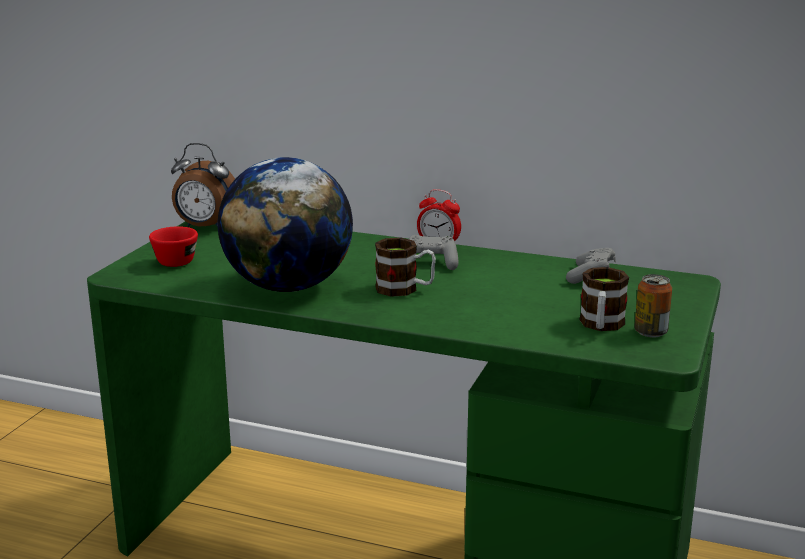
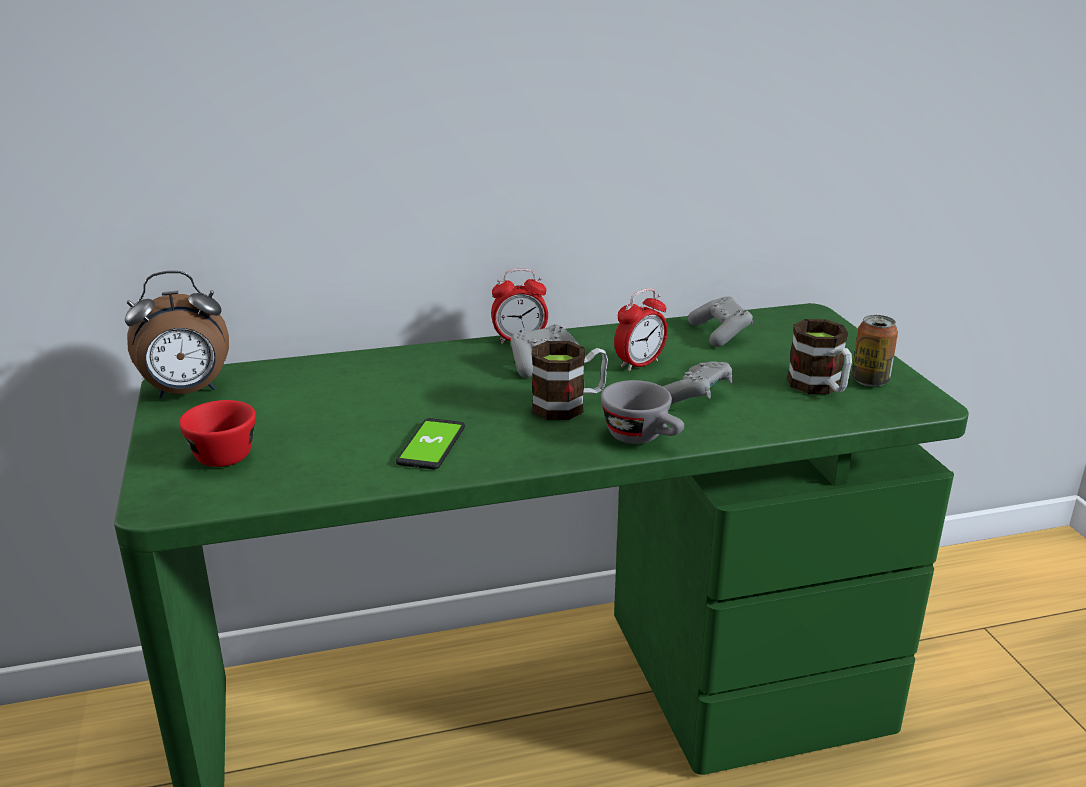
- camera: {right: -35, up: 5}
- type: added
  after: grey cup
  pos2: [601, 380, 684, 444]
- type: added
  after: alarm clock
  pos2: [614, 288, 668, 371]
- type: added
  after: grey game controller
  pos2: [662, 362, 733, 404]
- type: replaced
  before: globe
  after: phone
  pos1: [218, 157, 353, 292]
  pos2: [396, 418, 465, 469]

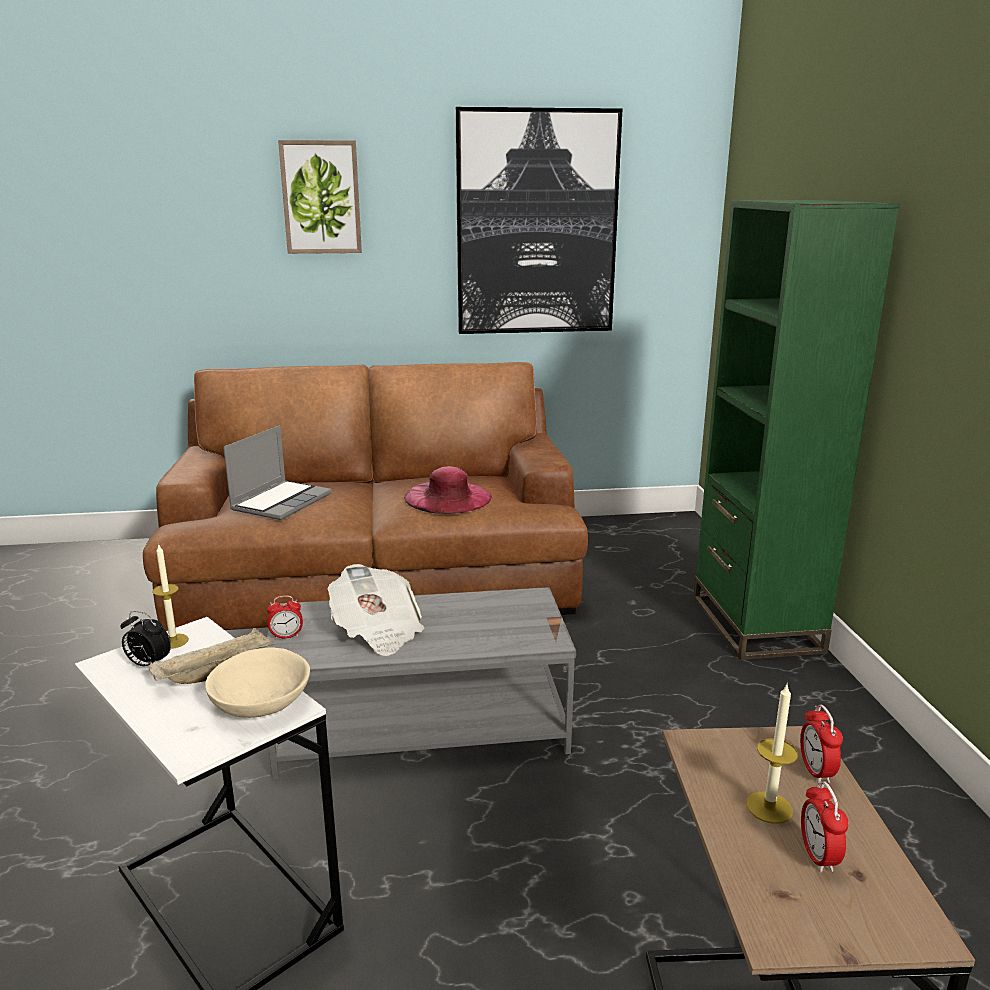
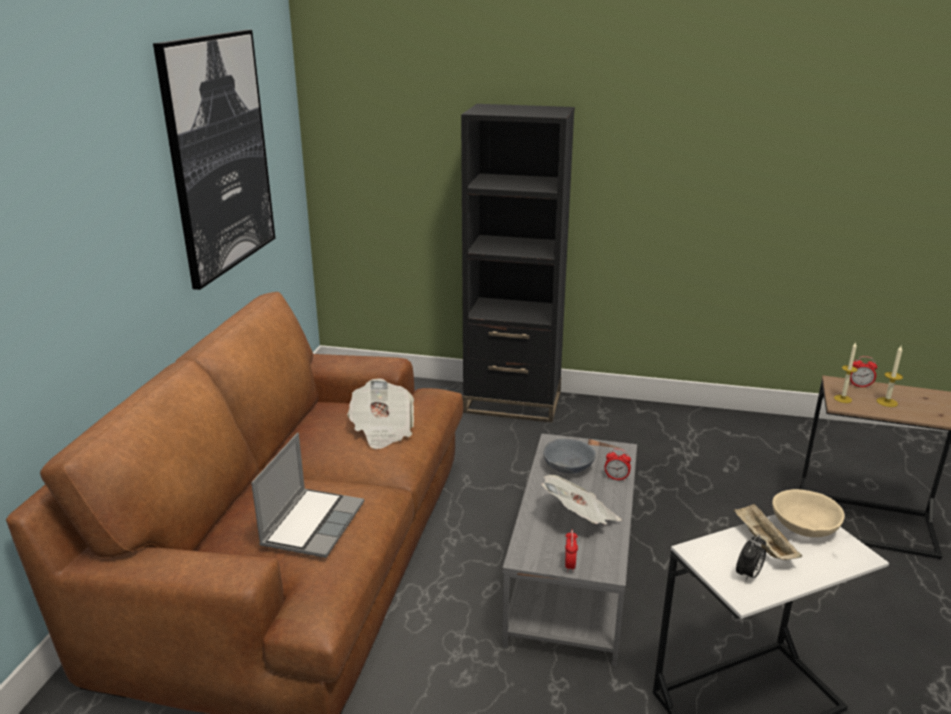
- camera: {right: -70, up: 5}
- type: removed
  before: picture
  pos1: [278, 140, 362, 254]
- type: added
  after: grey bowl
  pos2: [543, 439, 596, 474]
- type: moved
  before: candle
  pos1: [152, 543, 189, 649]
  pos2: [834, 342, 858, 403]
- type: moved
  before: alarm clock
  pos1: [801, 781, 849, 873]
  pos2: [604, 449, 631, 481]
- type: replaced
  before: pink hat
  after: newspaper
  pos1: [404, 466, 492, 514]
  pos2: [347, 379, 414, 449]
- type: recoloured
  before: green bookcase
  after: black bookcase
  pos1: [693, 200, 900, 660]
  pos2: [461, 104, 575, 423]
- type: turned
  before: laptop
  pos1: [223, 425, 332, 520]
  pos2: [251, 433, 364, 558]
  turn: 60

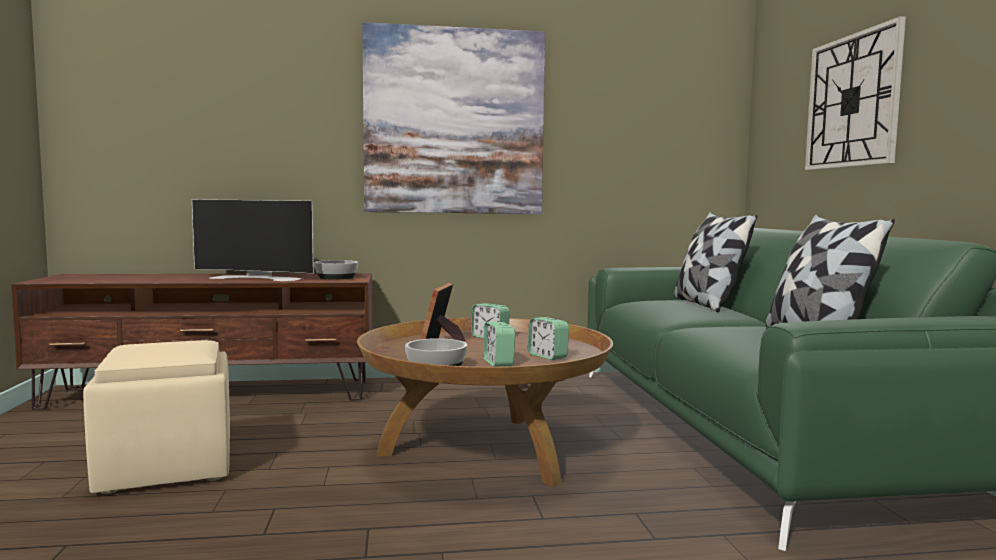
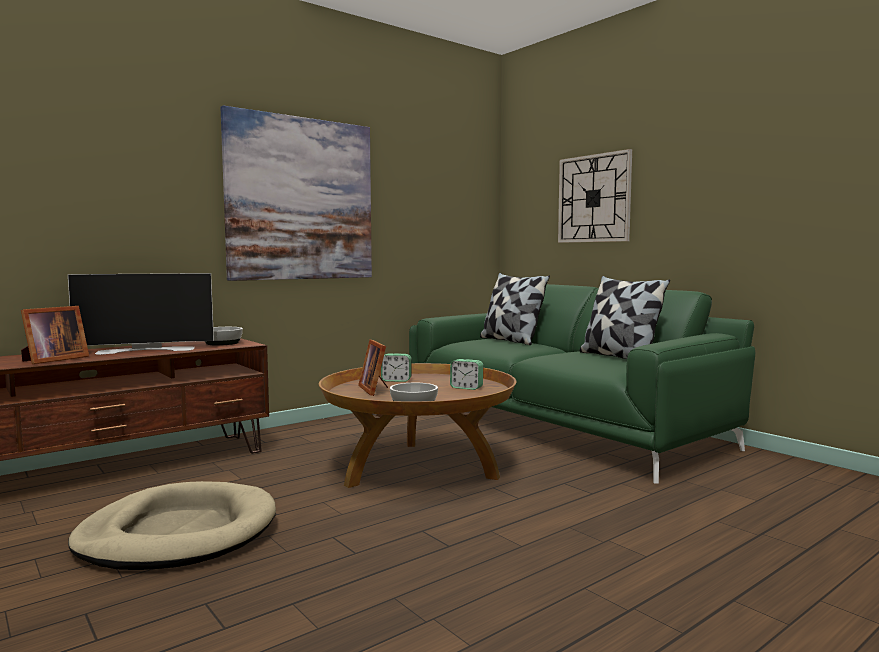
- camera: {right: -30, up: 0}
- type: removed
  before: alarm clock
  pos1: [483, 322, 515, 367]
- type: added
  after: picture frame
  pos2: [21, 306, 89, 364]
- type: replaced
  before: beige ottoman
  after: beige dog bed
  pos1: [83, 340, 230, 494]
  pos2: [68, 481, 276, 570]

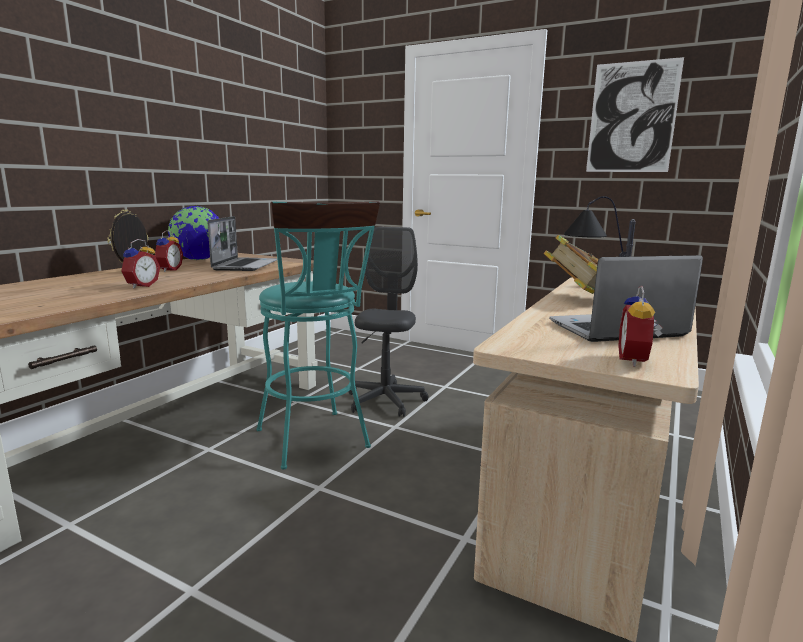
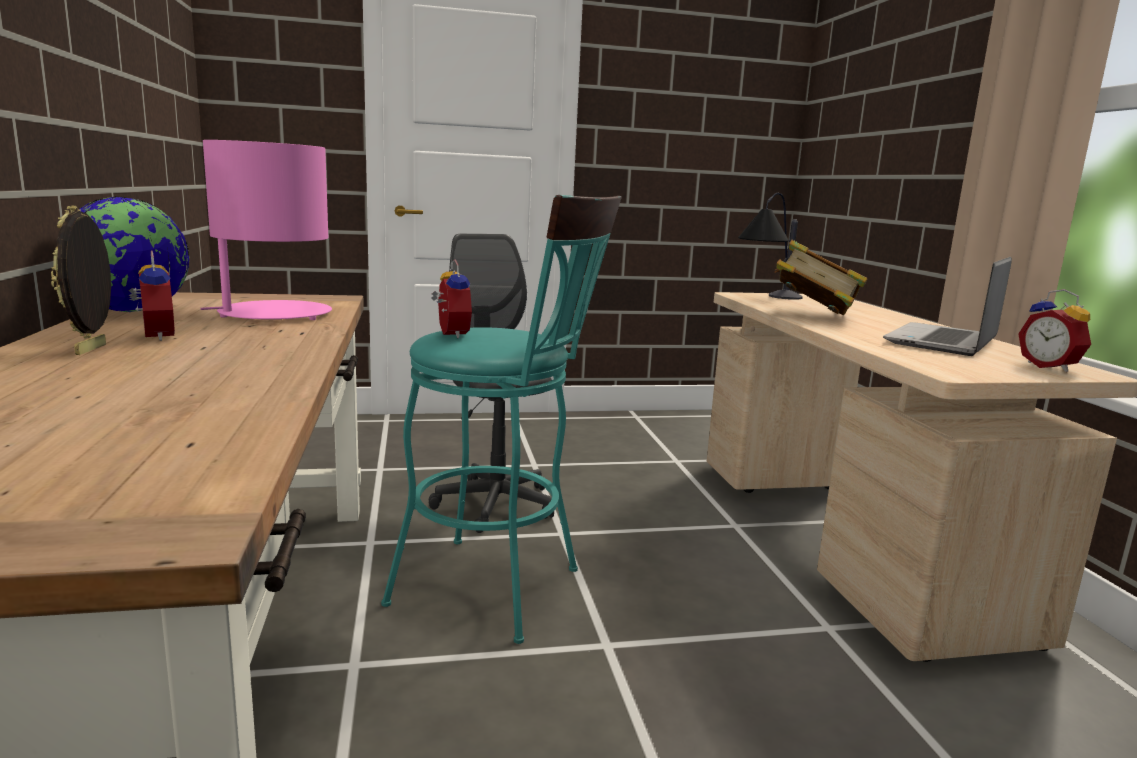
- camera: {right: -40, up: 0}
- type: removed
  before: picture
  pos1: [586, 57, 684, 172]
- type: moved
  before: alarm clock
  pos1: [121, 239, 160, 289]
  pos2: [431, 259, 472, 338]
- type: replaced
  before: laptop
  after: pink table lamp
  pos1: [208, 216, 277, 271]
  pos2: [200, 140, 332, 320]

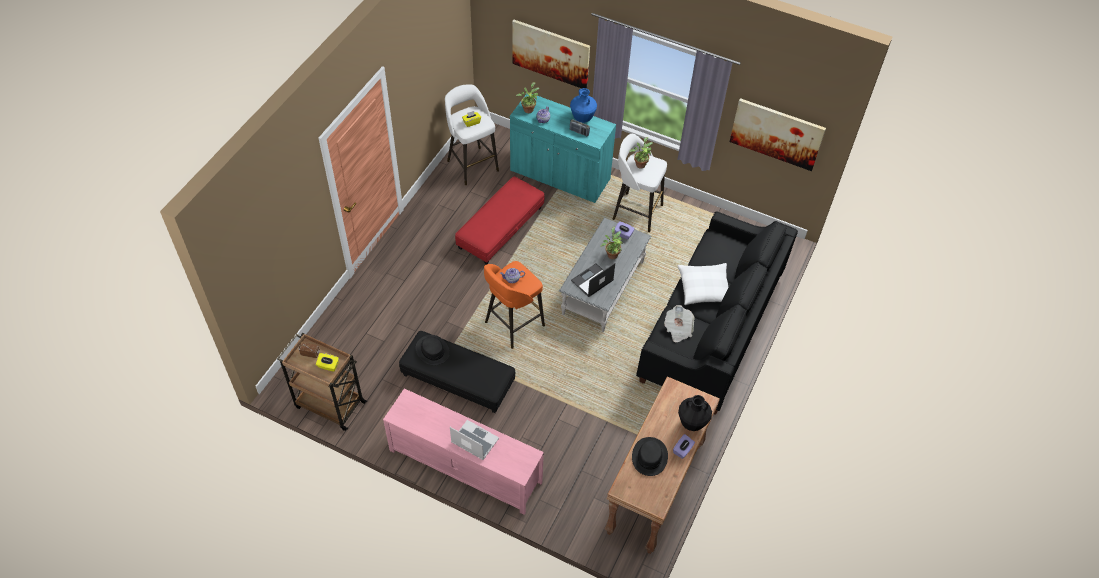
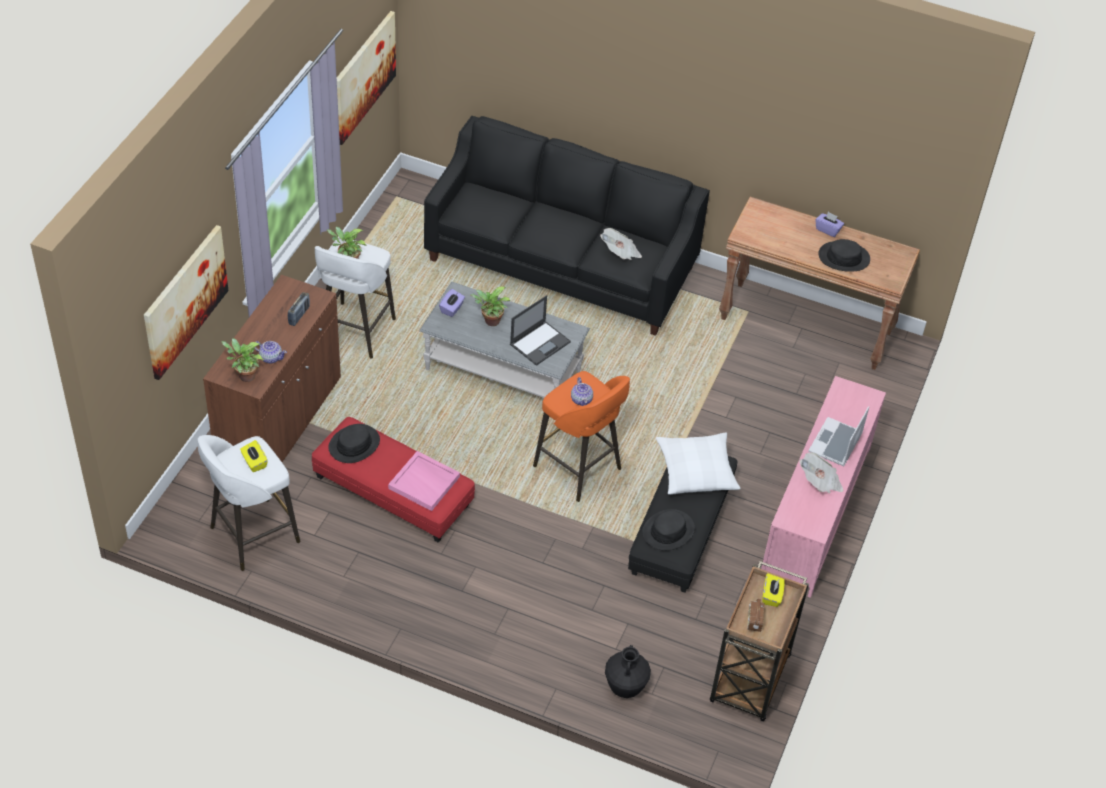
- camera: {right: -95, up: -5}
- type: removed
  before: blue vase
  pos1: [570, 88, 597, 123]
- type: added
  after: black hat
  pos2: [328, 424, 380, 463]
- type: added
  after: pink tray
  pos2: [388, 451, 460, 511]
- type: added
  after: newspaper
  pos2: [800, 452, 844, 494]
- type: moved
  before: white pillow
  pos1: [678, 263, 729, 305]
  pos2: [656, 432, 741, 495]
- type: moved
  before: black vase
  pos1: [678, 395, 712, 431]
  pos2: [605, 645, 651, 698]
- type: recoloured
  before: turquoise cabinet
  after: brown cabinet
  pos1: [510, 92, 616, 203]
  pos2: [203, 275, 341, 462]
- type: turned
  before: laptop
  pos1: [571, 263, 615, 297]
  pos2: [510, 295, 571, 366]
  turn: -90

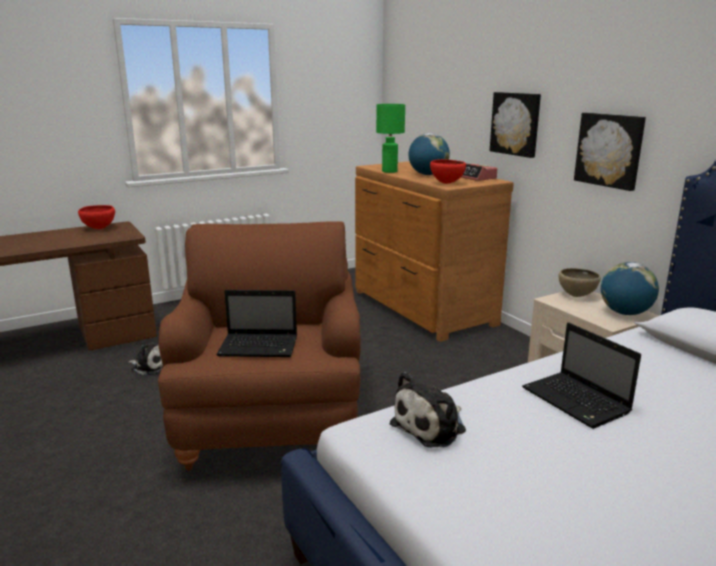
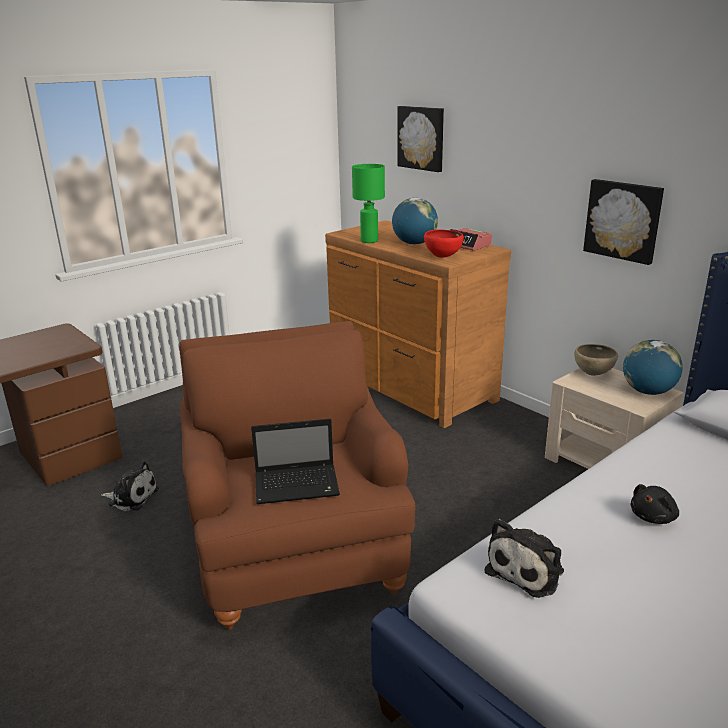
- camera: {right: -10, up: 5}
- type: removed
  before: red bowl
  pos1: [78, 205, 115, 229]
- type: moved
  before: picture
  pos1: [490, 92, 541, 158]
  pos2: [397, 106, 444, 172]
- type: replaced
  before: laptop
  after: black plush toy
  pos1: [522, 323, 641, 429]
  pos2: [631, 484, 679, 524]

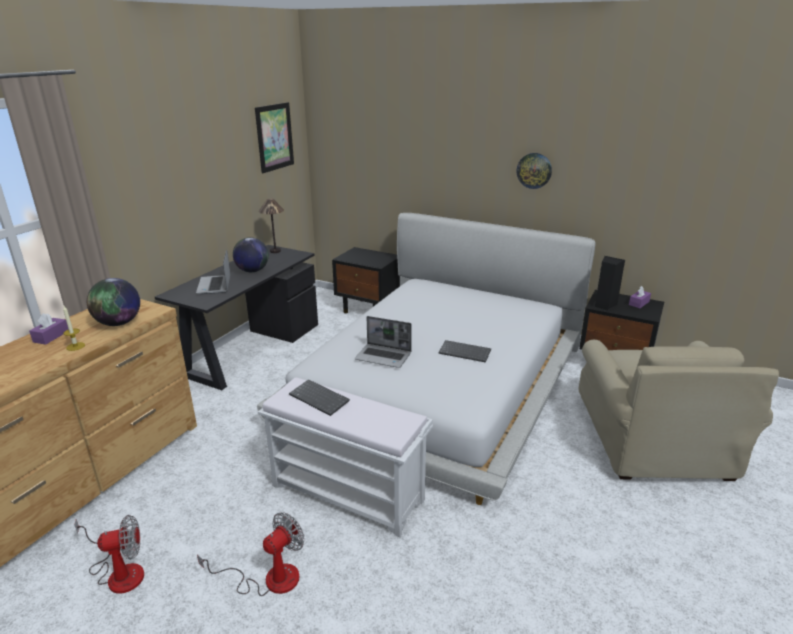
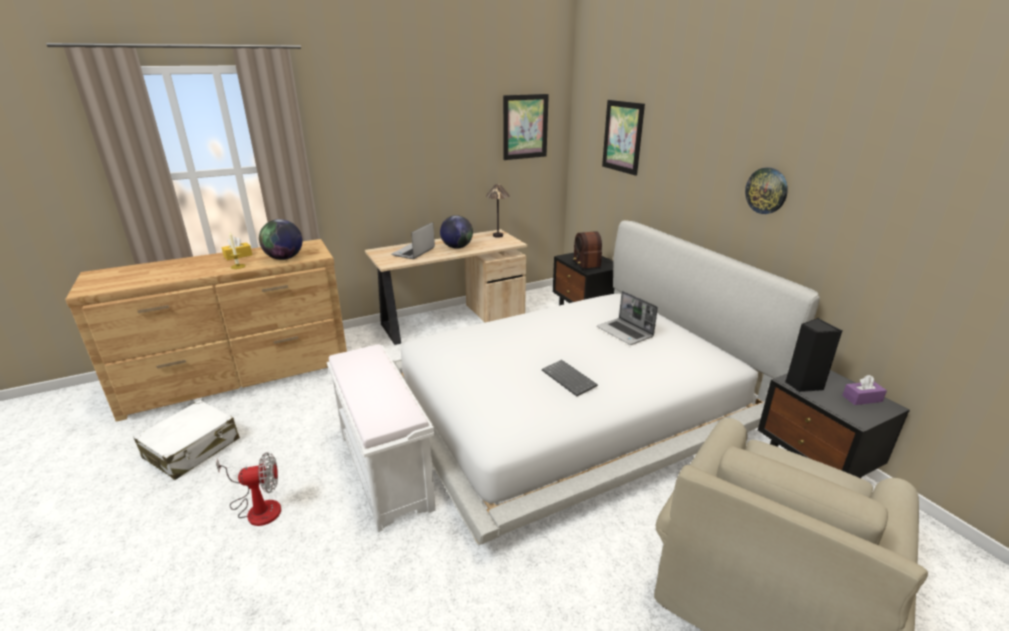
- camera: {right: 35, up: 0}
- type: removed
  before: keyboard
  pos1: [289, 379, 350, 416]
- type: added
  after: radio
  pos2: [572, 231, 612, 270]
- type: added
  after: picture
  pos2: [602, 100, 645, 176]
- type: moved
  before: laptop
  pos1: [355, 316, 412, 368]
  pos2: [597, 291, 658, 345]
- type: replaced
  before: fan
  after: white suitcase
  pos1: [74, 515, 144, 594]
  pos2: [134, 400, 240, 480]
- type: recoloured
  before: purple tissue box
  after: yellow tissue box
  pos1: [29, 313, 69, 345]
  pos2: [221, 236, 252, 260]
- type: recoloured
  before: black desk
  after: beige desk
  pos1: [155, 245, 318, 390]
  pos2: [365, 229, 527, 345]

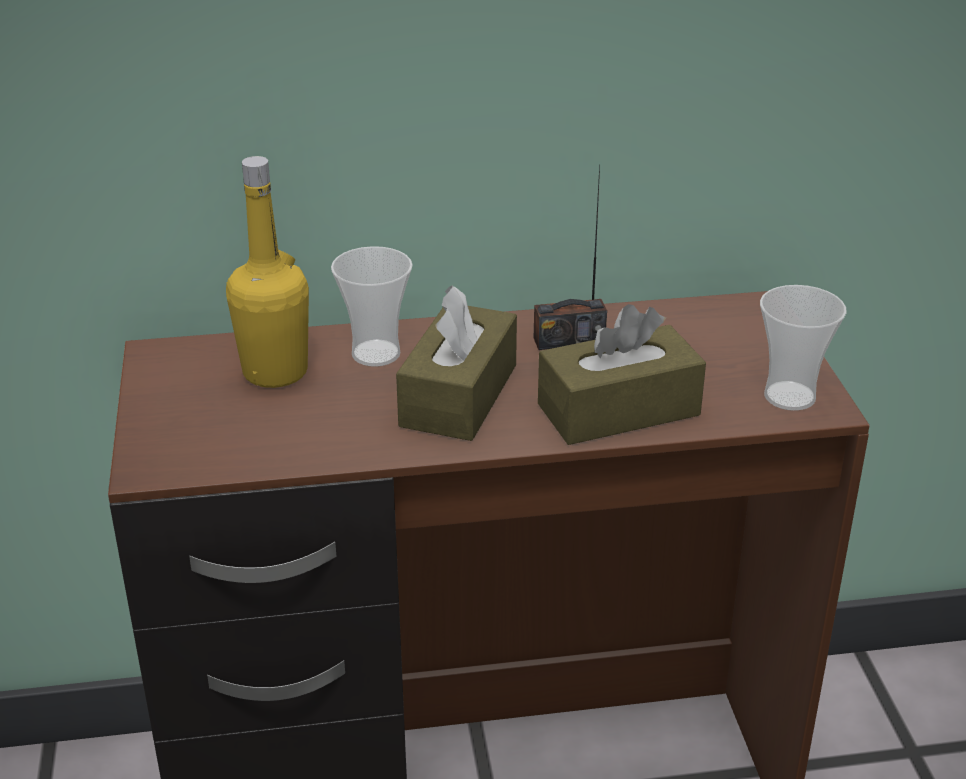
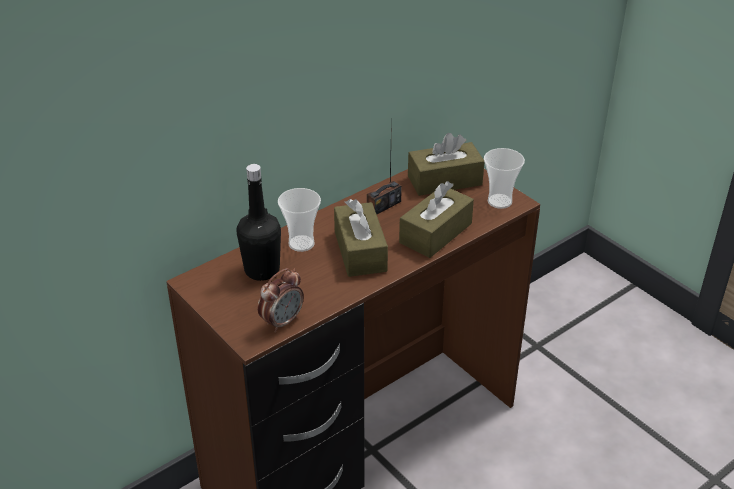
- camera: {right: -30, up: 5}
- type: added
  after: alarm clock
  pos2: [257, 268, 304, 333]
- type: added
  after: brown tissue box
  pos2: [408, 133, 484, 196]
- type: recoloured
  before: yellow bottle
  after: black bottle
  pos1: [226, 156, 309, 388]
  pos2: [237, 164, 281, 281]

